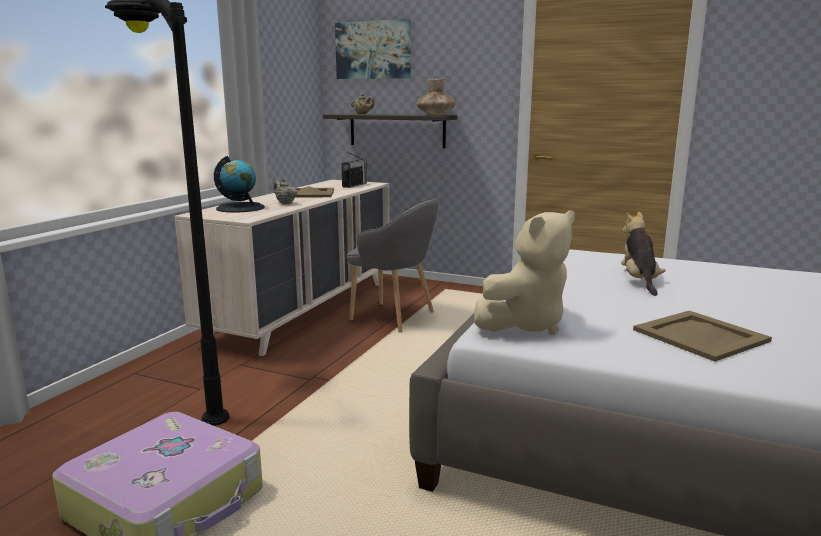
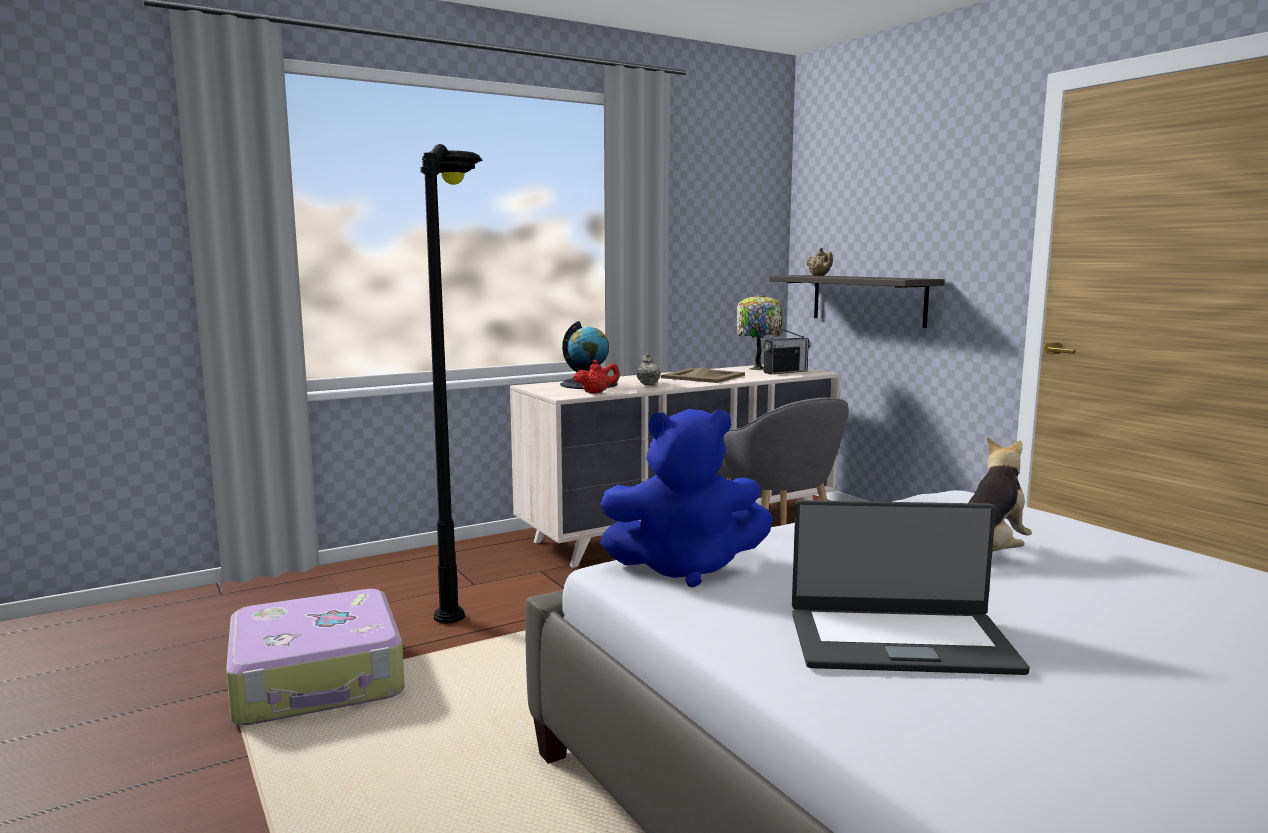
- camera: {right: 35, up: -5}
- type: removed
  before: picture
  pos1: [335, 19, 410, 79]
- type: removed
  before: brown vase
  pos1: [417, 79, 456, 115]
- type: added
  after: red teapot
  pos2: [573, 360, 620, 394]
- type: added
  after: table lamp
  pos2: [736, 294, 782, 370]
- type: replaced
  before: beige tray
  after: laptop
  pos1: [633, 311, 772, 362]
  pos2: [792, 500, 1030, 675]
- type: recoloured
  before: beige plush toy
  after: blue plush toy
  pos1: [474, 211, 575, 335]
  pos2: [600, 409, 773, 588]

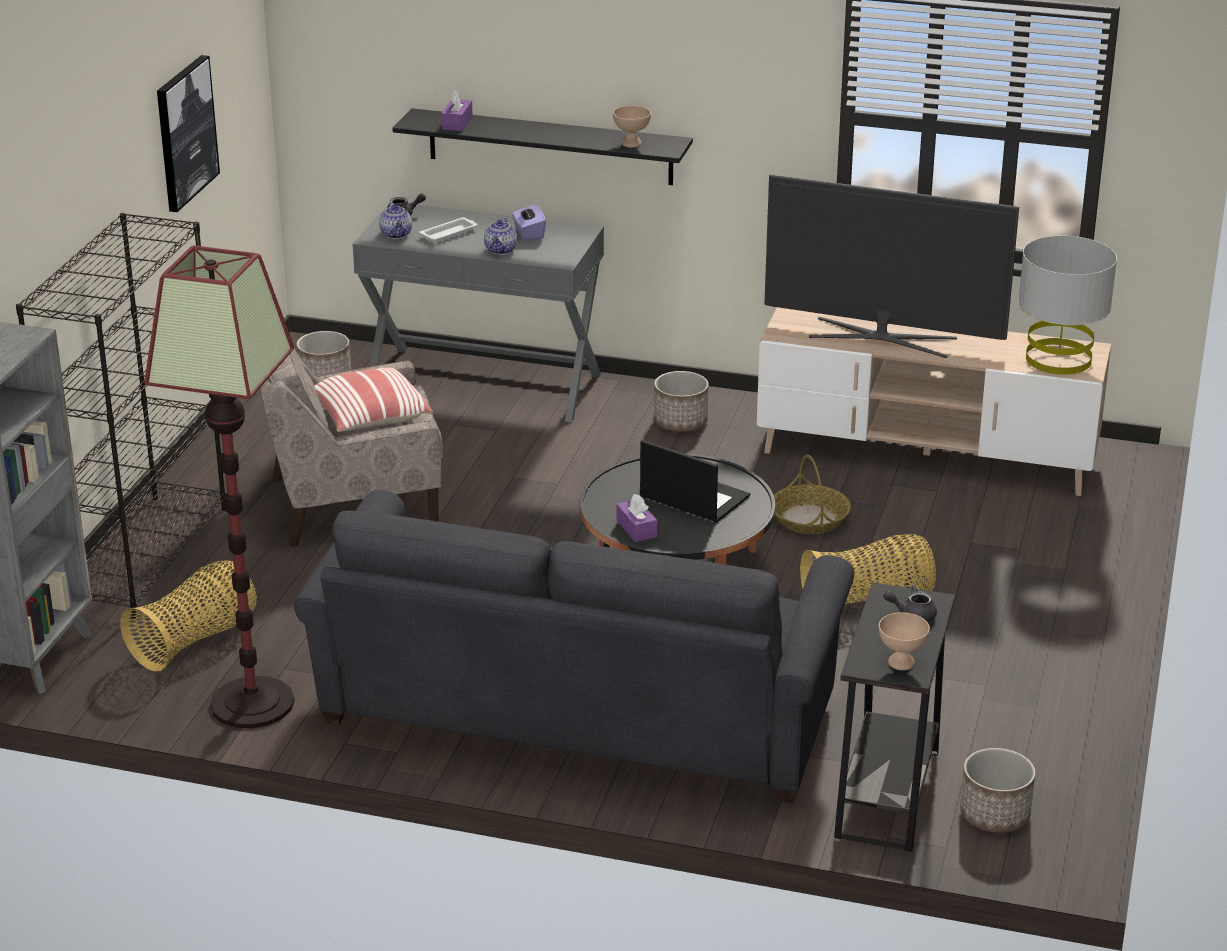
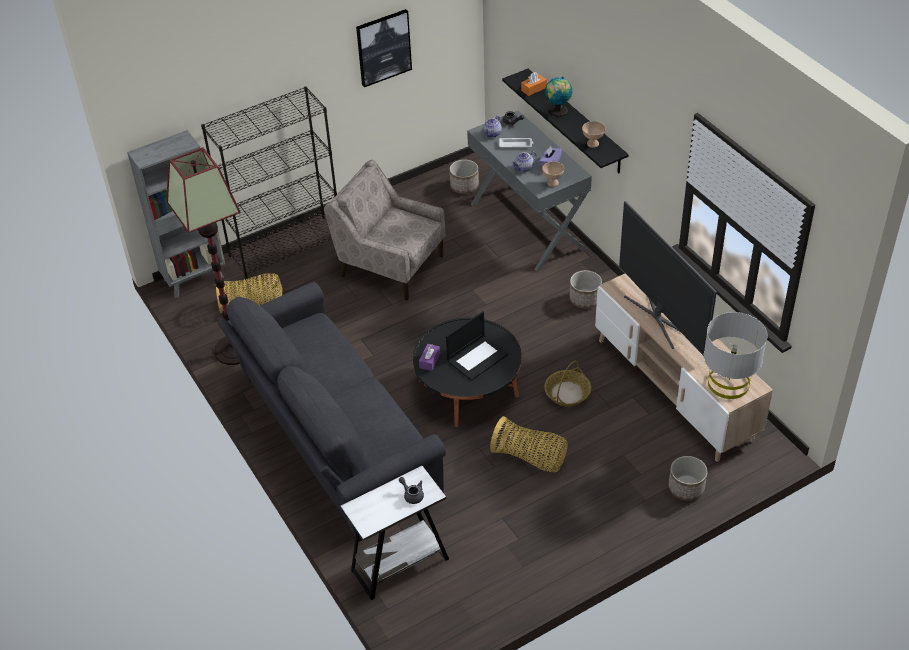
- camera: {right: 45, up: 15}
- type: removed
  before: pillow
  pos1: [314, 368, 433, 432]
- type: added
  after: globe
  pos2: [545, 77, 572, 117]
- type: moved
  before: beige bowl
  pos1: [879, 612, 930, 670]
  pos2: [542, 161, 564, 187]
- type: moved
  before: planter
  pos1: [960, 748, 1035, 832]
  pos2: [669, 456, 708, 501]
- type: recoloured
  before: purple tissue box
  after: orange tissue box
  pos1: [441, 90, 473, 131]
  pos2: [521, 72, 547, 96]
- type: recoloured
  before: black side table
  after: white side table
  pos1: [834, 583, 955, 852]
  pos2: [341, 466, 449, 600]
- type: turned
  before: laptop
  pos1: [640, 440, 750, 523]
  pos2: [446, 311, 508, 381]
  turn: 60

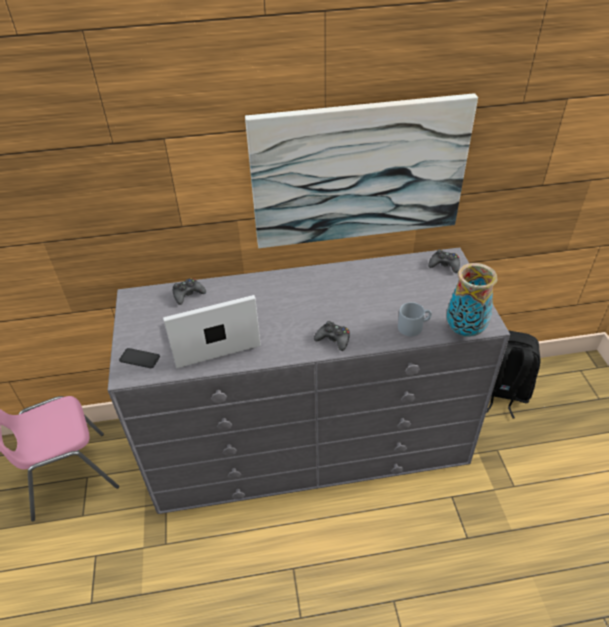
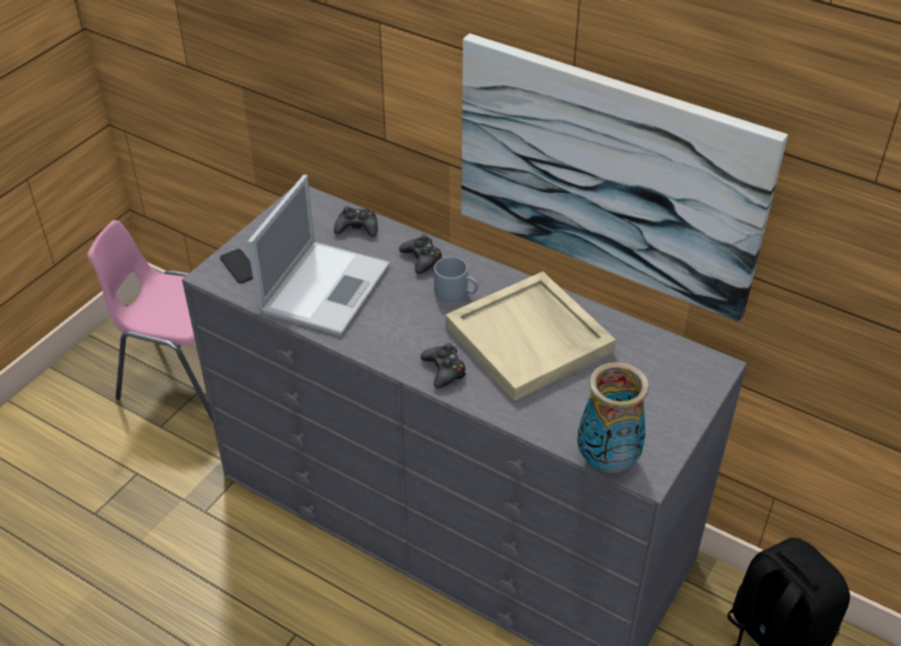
- camera: {right: 40, up: 0}
- type: added
  after: beige tray
  pos2: [445, 272, 616, 401]
- type: moved
  before: grey mug
  pos1: [398, 302, 432, 336]
  pos2: [434, 257, 478, 303]
- type: moved
  before: black game controller
  pos1: [428, 249, 460, 273]
  pos2: [399, 234, 442, 274]
- type: turned
  before: laptop
  pos1: [163, 295, 261, 368]
  pos2: [247, 175, 390, 336]
  turn: 90

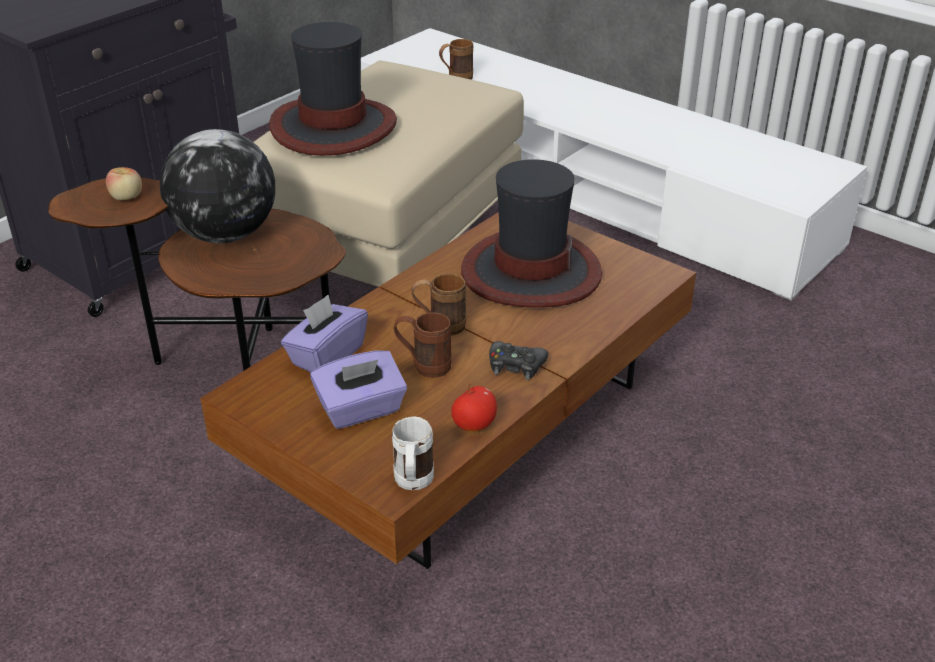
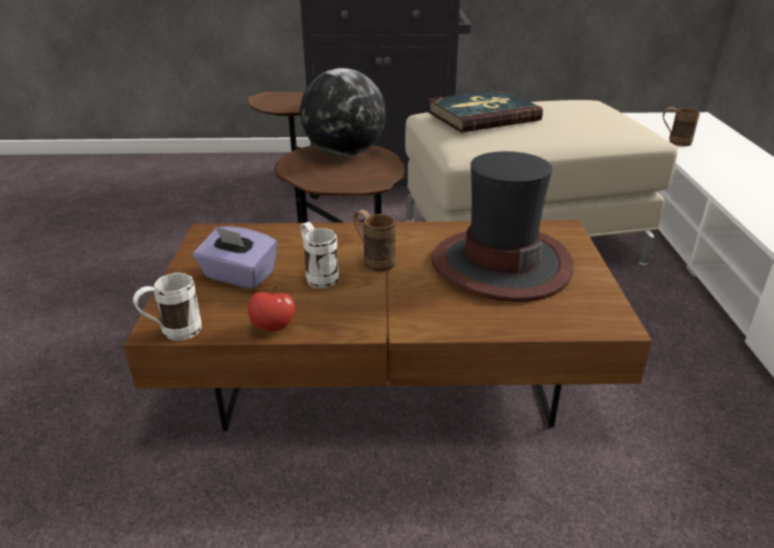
- camera: {right: 50, up: -5}
- type: removed
  before: apple
  pos1: [106, 167, 142, 200]
- type: removed
  before: purple tissue box
  pos1: [281, 295, 368, 372]
- type: removed
  before: black game controller
  pos1: [489, 341, 548, 380]
- type: replaced
  before: hat
  after: book
  pos1: [269, 22, 397, 156]
  pos2: [427, 89, 543, 133]
- type: recoloured
  before: brown mug
  after: white mug
  pos1: [394, 312, 451, 378]
  pos2: [300, 222, 339, 288]

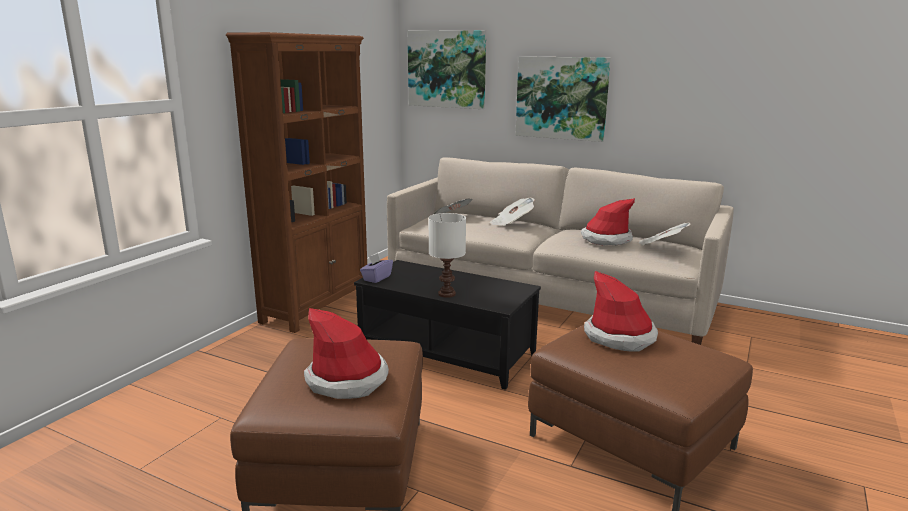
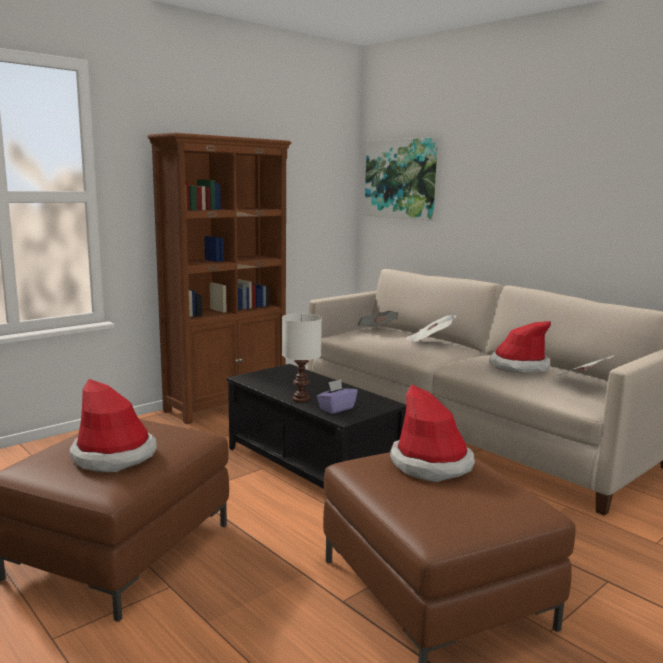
- camera: {right: 20, up: -5}
- type: removed
  before: picture
  pos1: [515, 56, 611, 142]
- type: moved
  before: purple tissue box
  pos1: [360, 253, 393, 283]
  pos2: [316, 379, 358, 414]

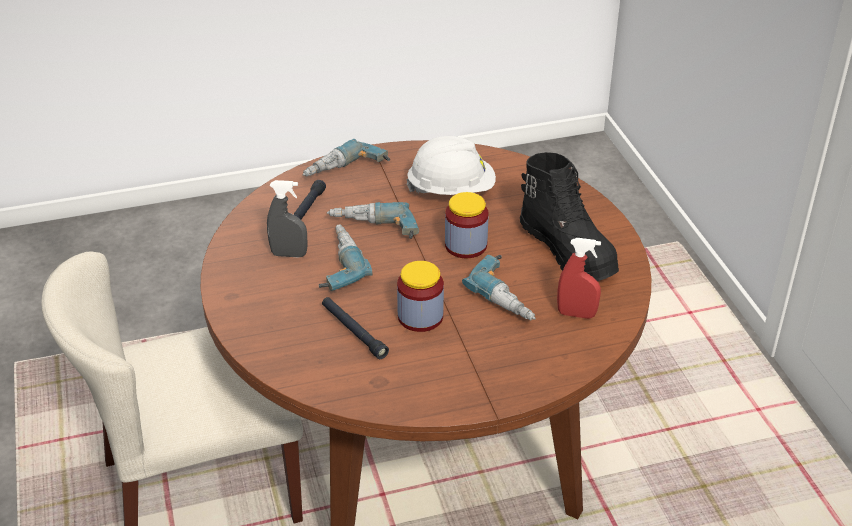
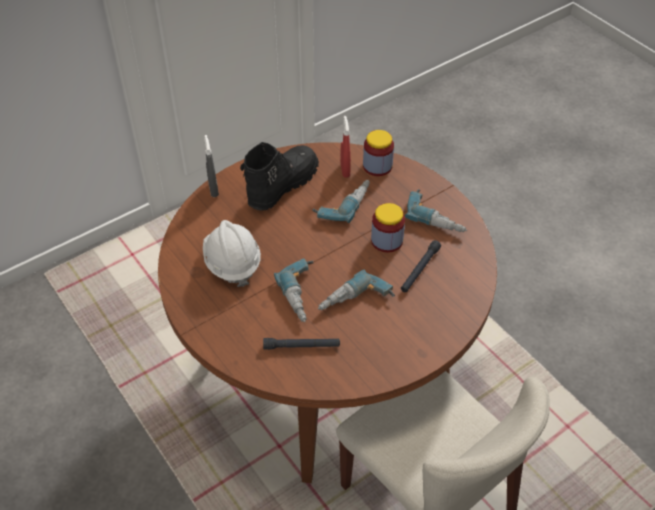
- camera: {right: -110, up: 10}
- type: moved
  before: grey spray bottle
  pos1: [267, 180, 308, 258]
  pos2: [204, 135, 219, 197]
- type: moved
  before: power drill
  pos1: [302, 139, 390, 177]
  pos2: [405, 189, 467, 232]
- type: moved
  before: jar
  pos1: [445, 192, 489, 258]
  pos2: [363, 130, 394, 176]

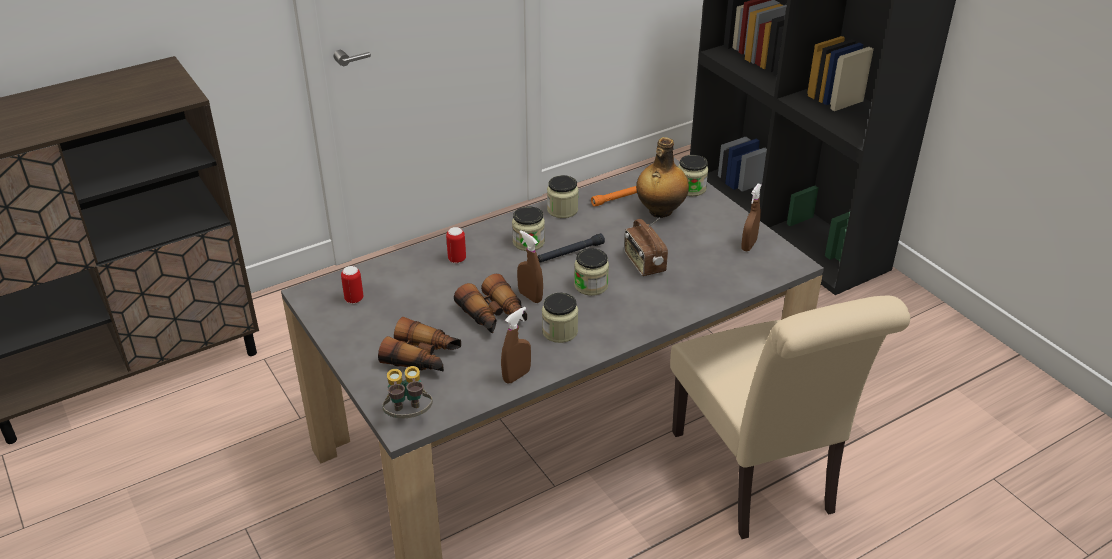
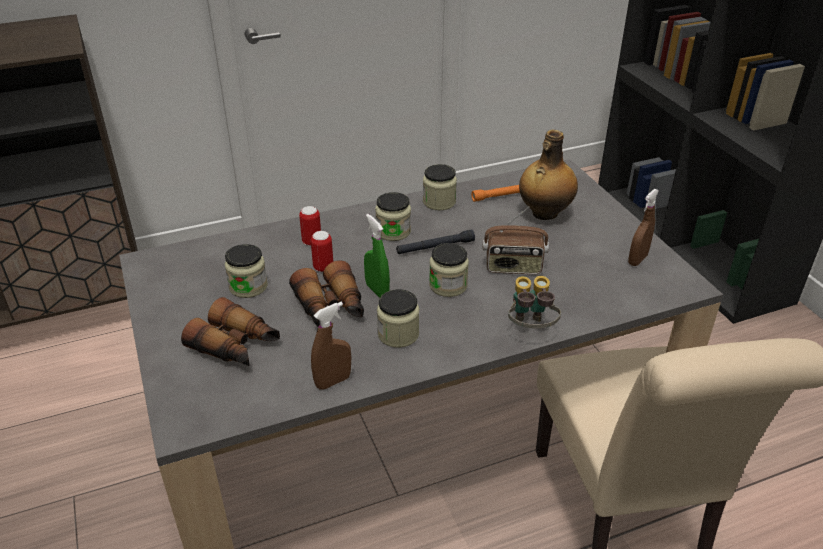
- camera: {right: 10, up: 0}
- type: moved
  before: can
  pos1: [341, 266, 364, 304]
  pos2: [311, 231, 333, 272]
- type: moved
  before: binoculars
  pos1: [382, 366, 433, 419]
  pos2: [508, 276, 561, 328]
- type: moved
  before: jar
  pos1: [678, 155, 708, 196]
  pos2: [225, 244, 268, 298]
- type: recoloured
  before: brown spray bottle
  after: green spray bottle
  pos1: [517, 230, 543, 303]
  pos2: [364, 214, 390, 298]
- type: turned
  before: radio
  pos1: [624, 218, 668, 276]
  pos2: [483, 206, 549, 274]
  turn: -75

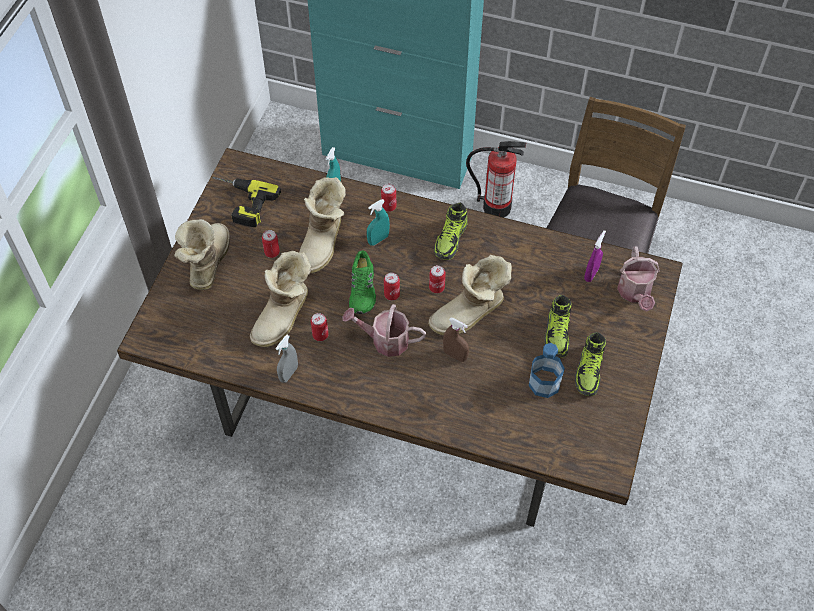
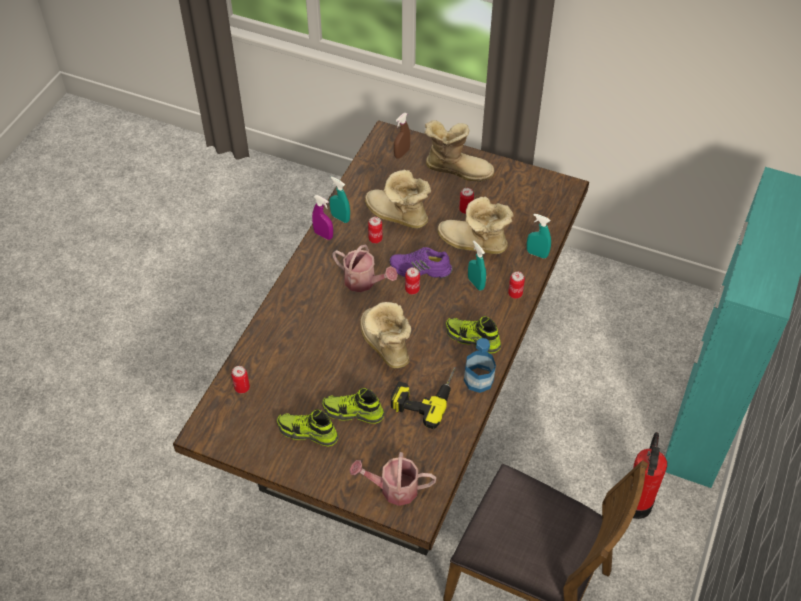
- camera: {right: 95, up: -5}
- type: moved
  before: power drill
  pos1: [212, 177, 281, 227]
  pos2: [391, 367, 456, 429]
- type: moved
  before: can
  pos1: [429, 265, 446, 293]
  pos2: [231, 366, 250, 394]
- type: moved
  before: brown spray bottle
  pos1: [443, 318, 469, 362]
  pos2: [394, 113, 410, 159]
- type: moved
  before: bottle
  pos1: [529, 343, 565, 398]
  pos2: [464, 338, 496, 393]
- type: moved
  before: purple spray bottle
  pos1: [584, 230, 606, 282]
  pos2: [312, 195, 333, 240]
- type: recoloured
  before: grey spray bottle
  after: turquoise spray bottle
  pos1: [276, 335, 298, 383]
  pos2: [330, 176, 350, 223]
- type: recoloured
  before: green shoe
  after: purple shoe
  pos1: [349, 250, 376, 314]
  pos2: [389, 247, 452, 278]
- type: turned
  before: watering can
  pos1: [342, 304, 426, 357]
  pos2: [332, 245, 398, 292]
  turn: 105

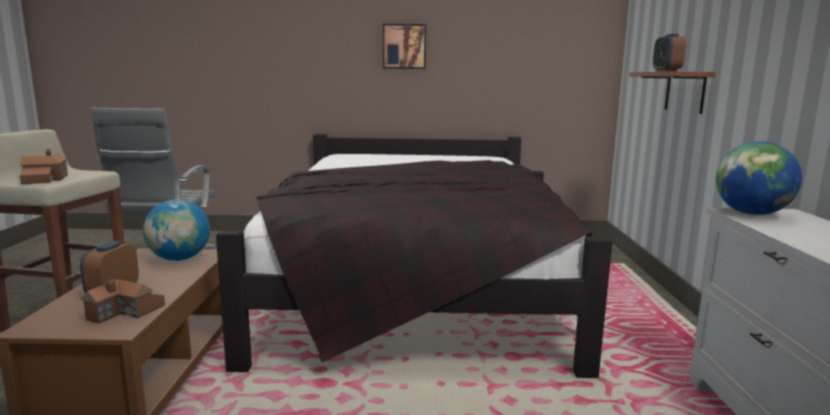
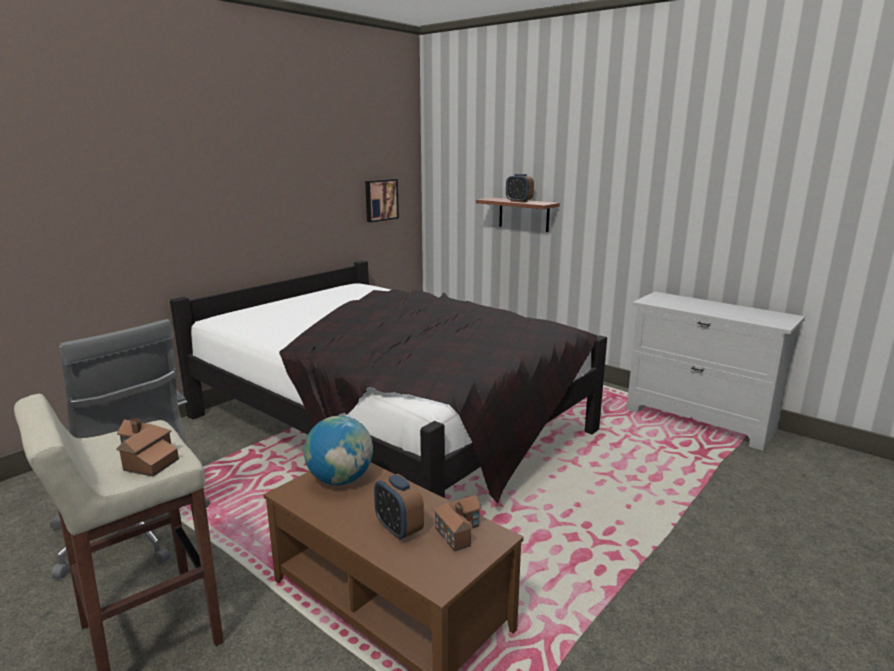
- camera: {right: -50, up: 5}
- type: removed
  before: globe
  pos1: [716, 141, 802, 215]
- type: moved
  before: picture
  pos1: [383, 24, 426, 69]
  pos2: [365, 179, 399, 222]

